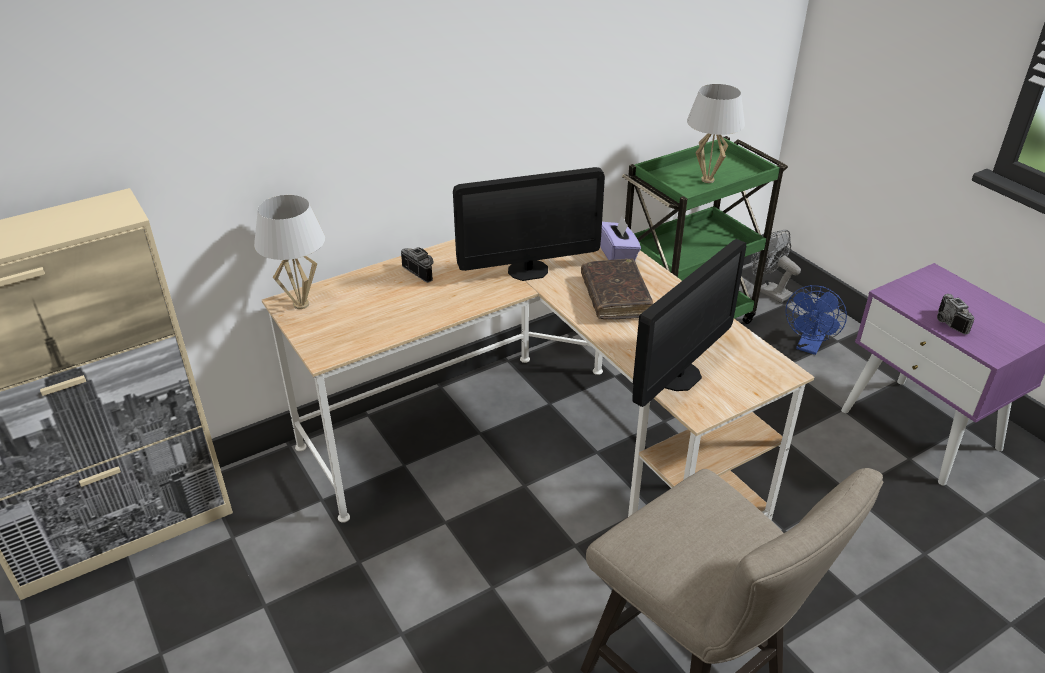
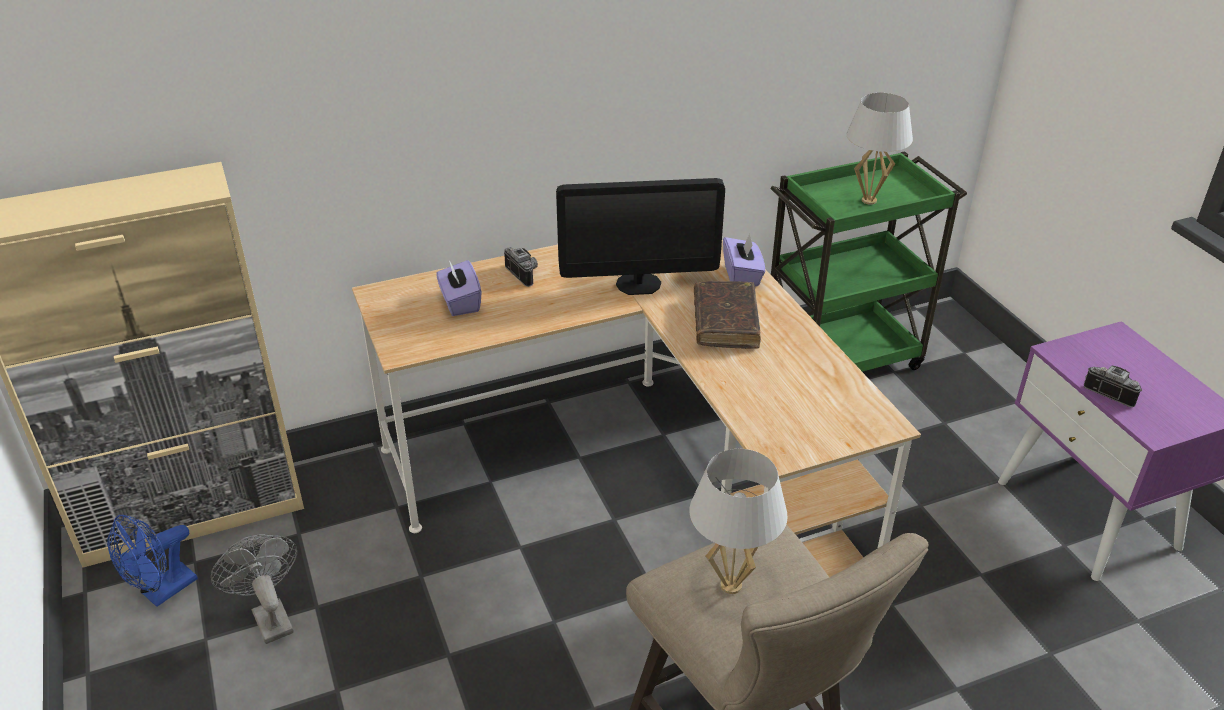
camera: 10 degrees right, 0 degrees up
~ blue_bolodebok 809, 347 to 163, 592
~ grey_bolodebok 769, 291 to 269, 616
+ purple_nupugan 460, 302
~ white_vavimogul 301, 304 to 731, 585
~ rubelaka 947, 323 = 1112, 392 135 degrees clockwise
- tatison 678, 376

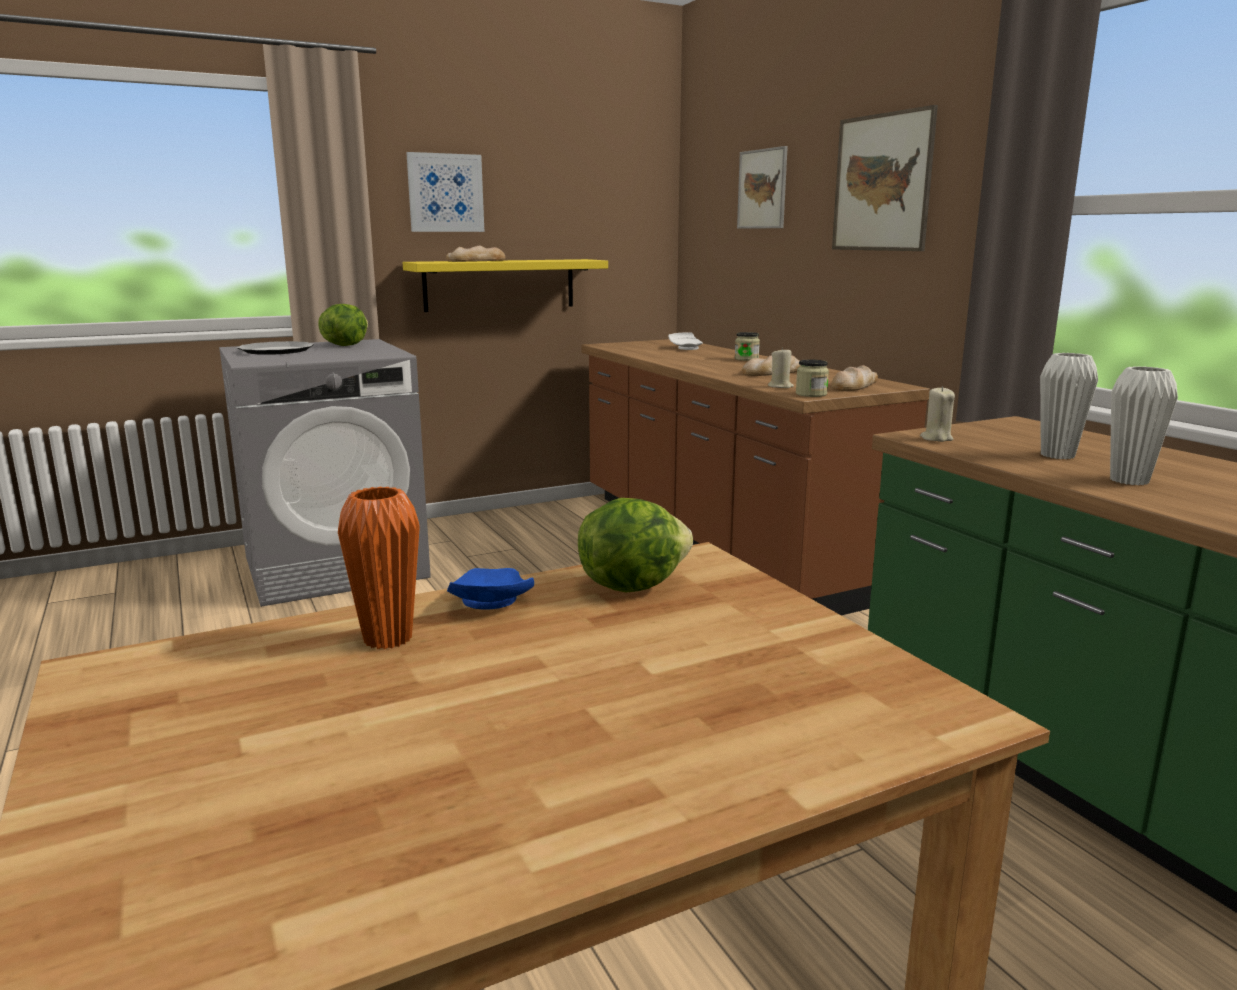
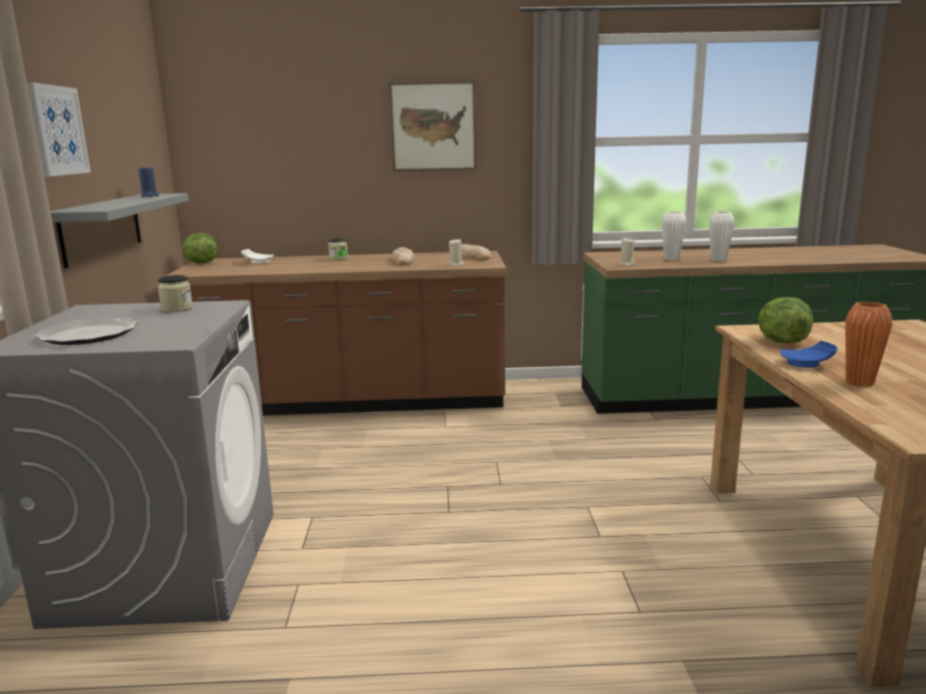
camera: 65 degrees left, 0 degrees up
~ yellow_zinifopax 500, 284 to grey_zinifopax 102, 228
+ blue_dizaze 150, 196
~ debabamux 811, 394 to 177, 309
~ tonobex 345, 345 to 201, 263
- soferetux 476, 261
- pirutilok 762, 189

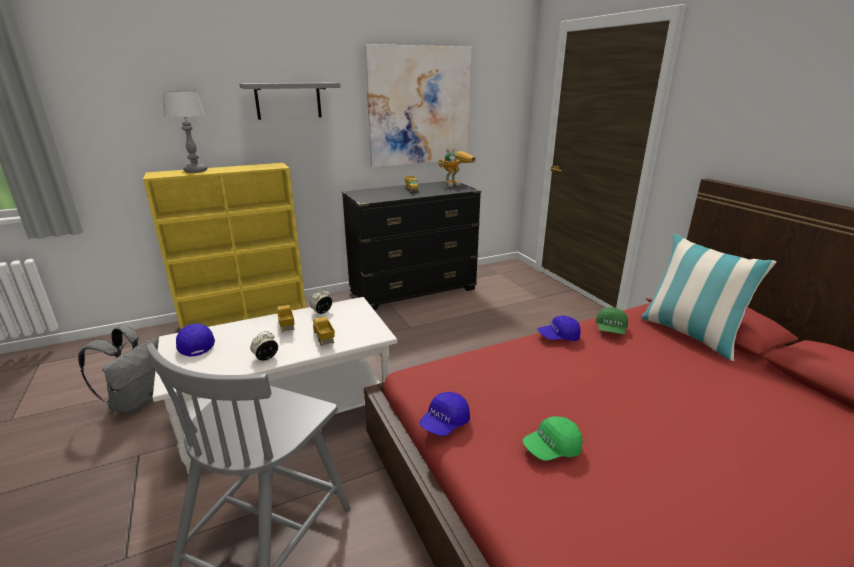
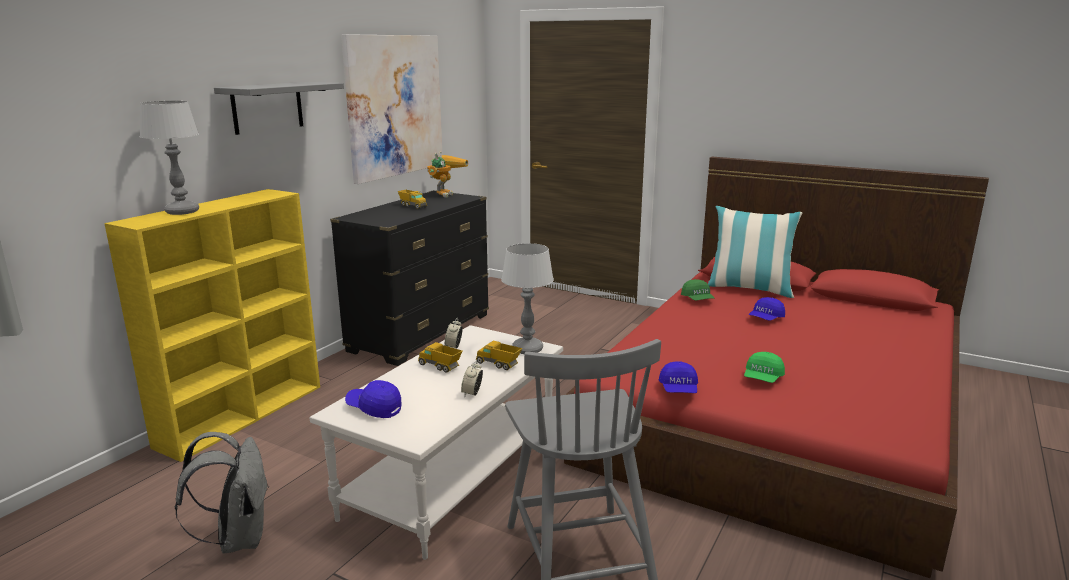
camera: 35 degrees left, 5 degrees down
+ vavimogul 527, 349
~ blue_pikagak 558, 337 to 765, 319

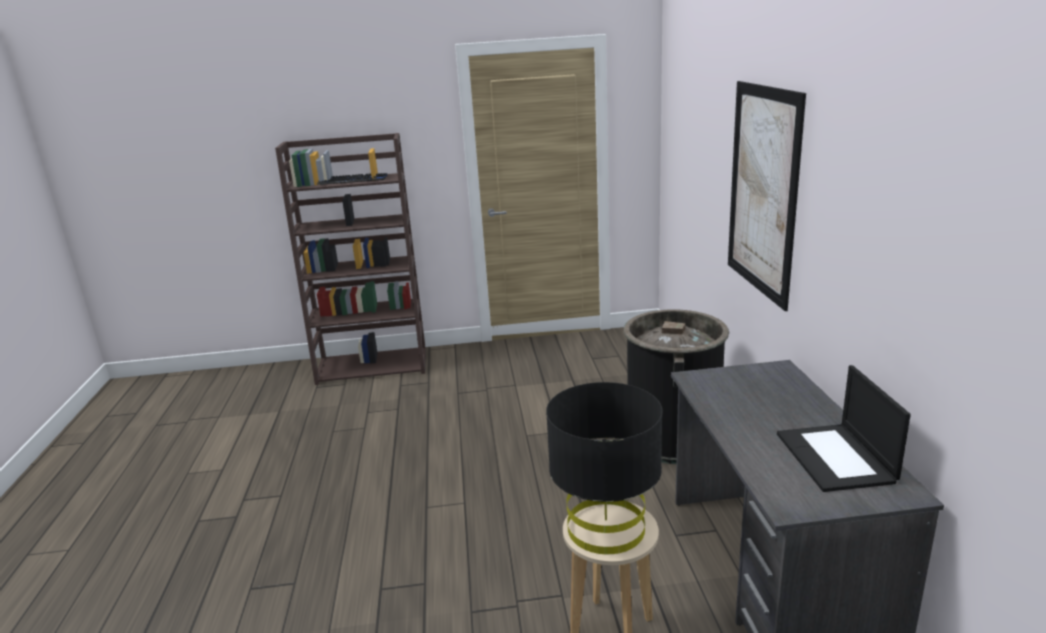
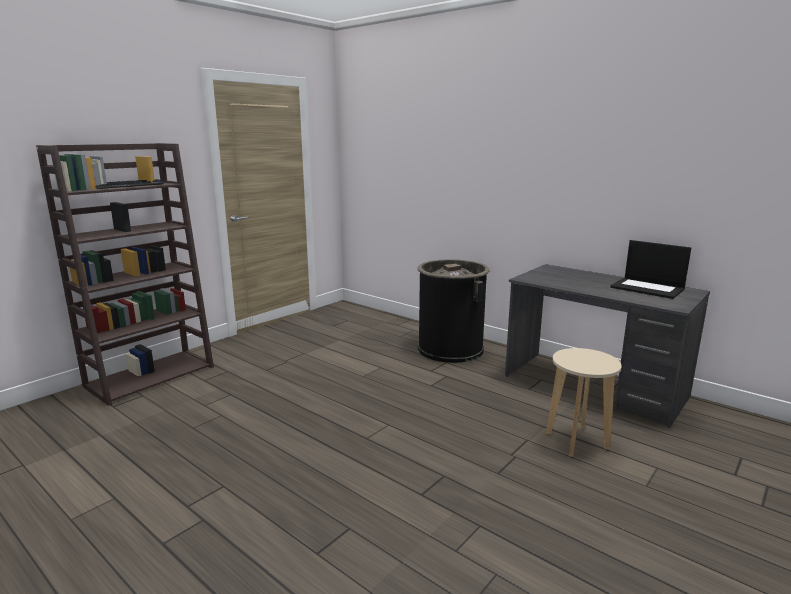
camera: 45 degrees left, 5 degrees down
- black_vavimogul 605, 528
- pirutilok 762, 191

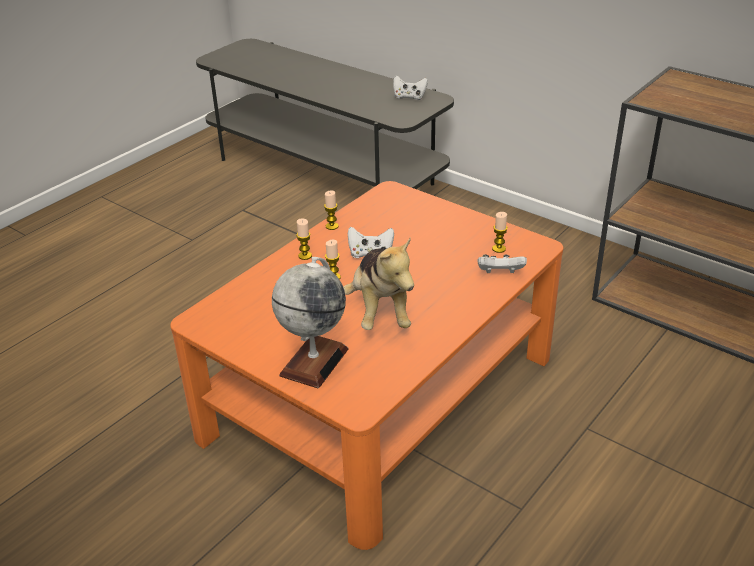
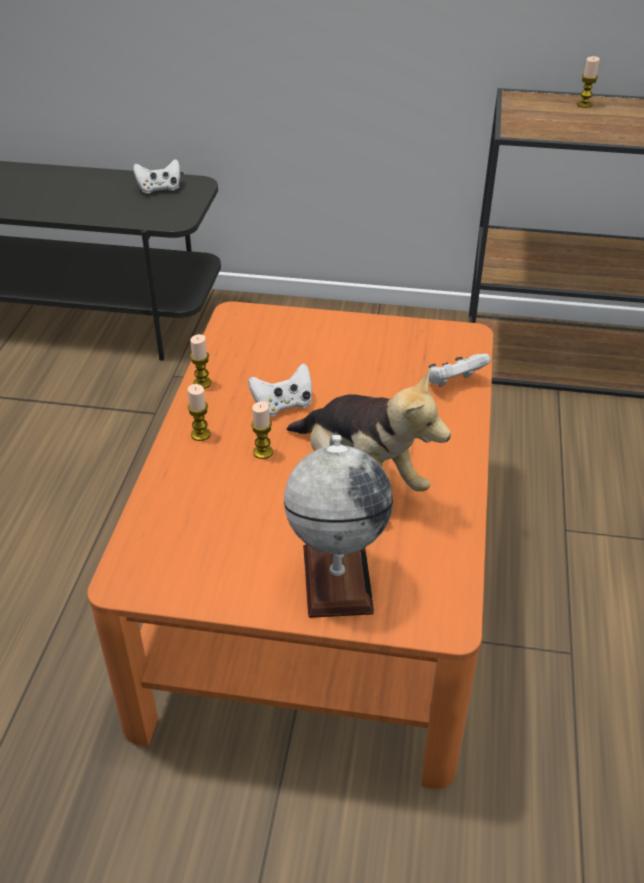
camera: 30 degrees left, 5 degrees up
~ dizaze 499, 249 to 584, 105

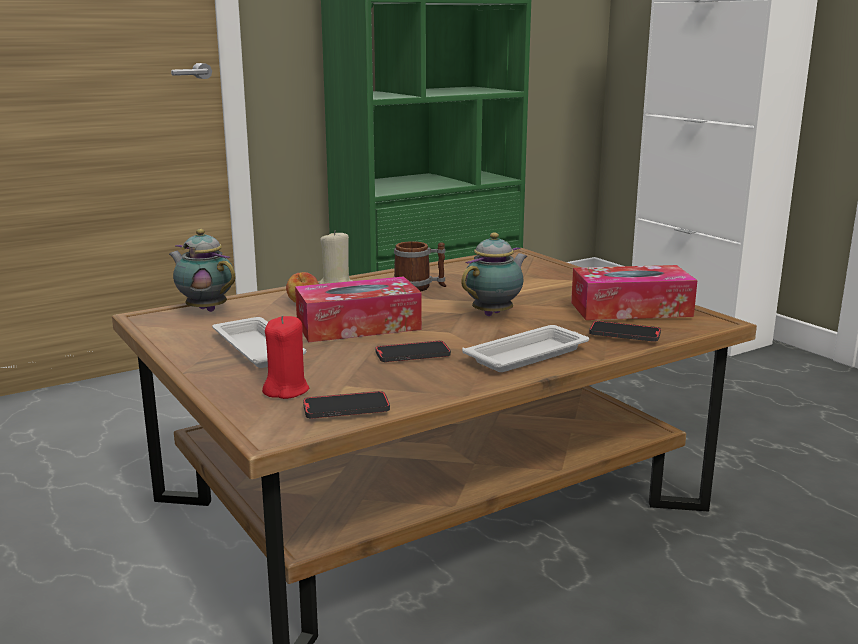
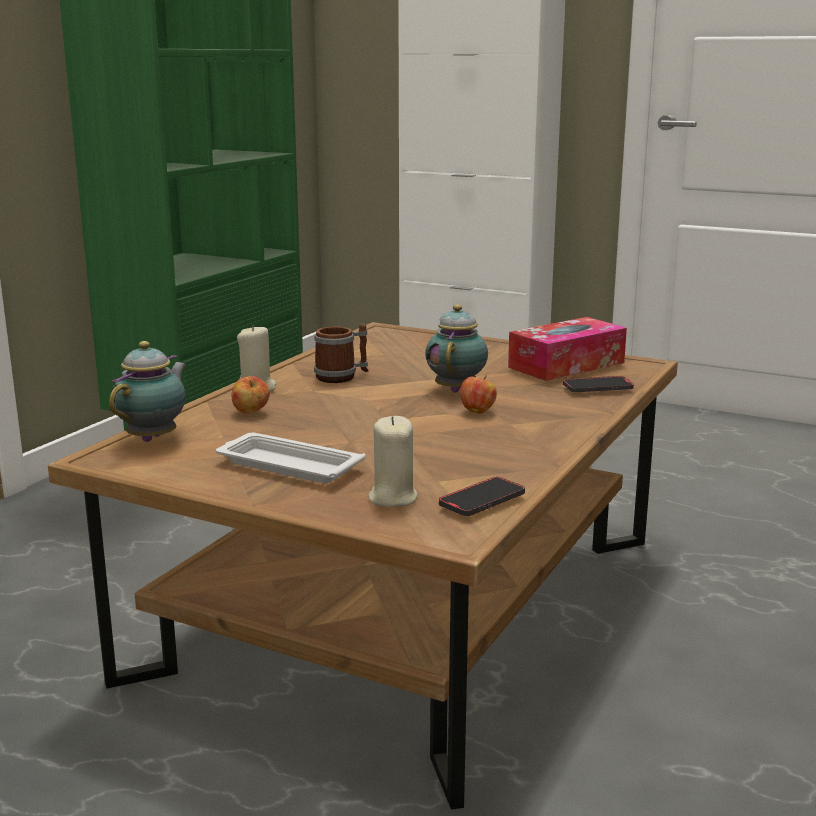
camera: 30 degrees left, 0 degrees up
~ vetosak 205, 309 = 155, 437 105 degrees clockwise
~ red_dizaze 286, 390 to beige_dizaze 392, 498
+ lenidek 477, 411
- nupugan 358, 326
- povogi 412, 355
- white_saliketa 528, 355

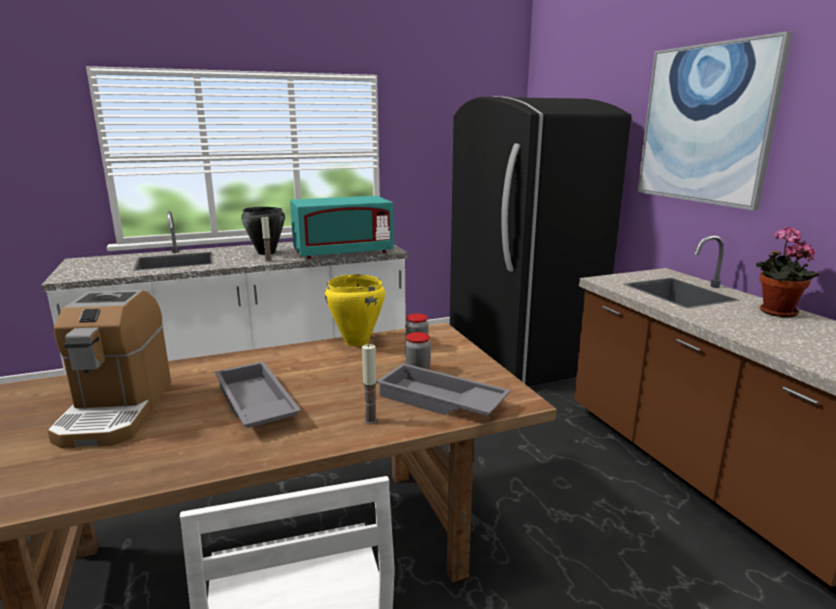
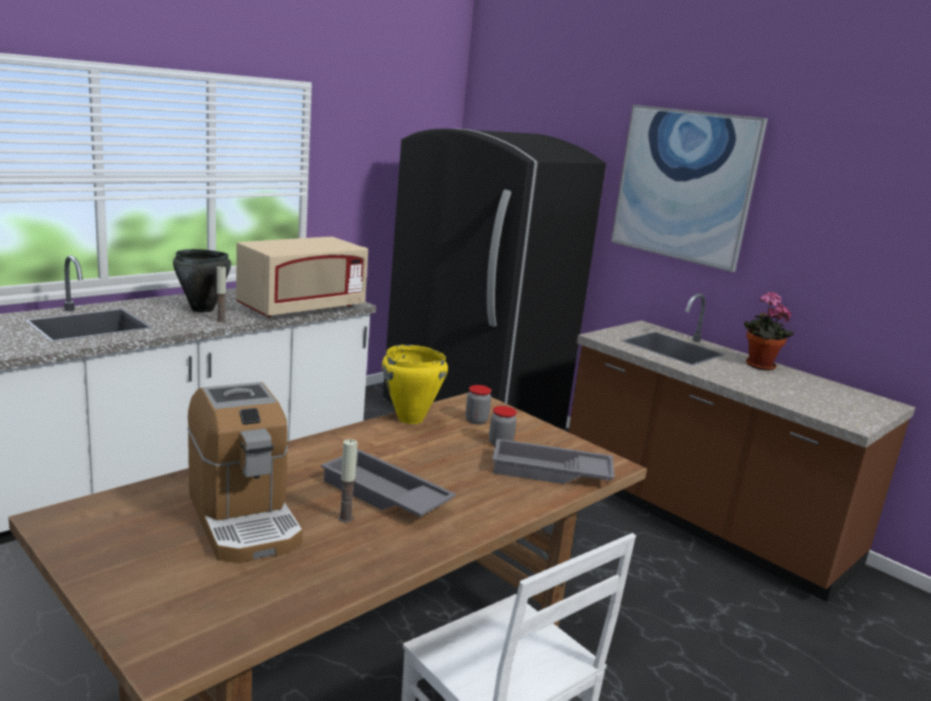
camera: 25 degrees left, 0 degrees up
~ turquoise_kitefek 343, 253 to beige_kitefek 301, 308
~ dizaze 370, 420 to 345, 518

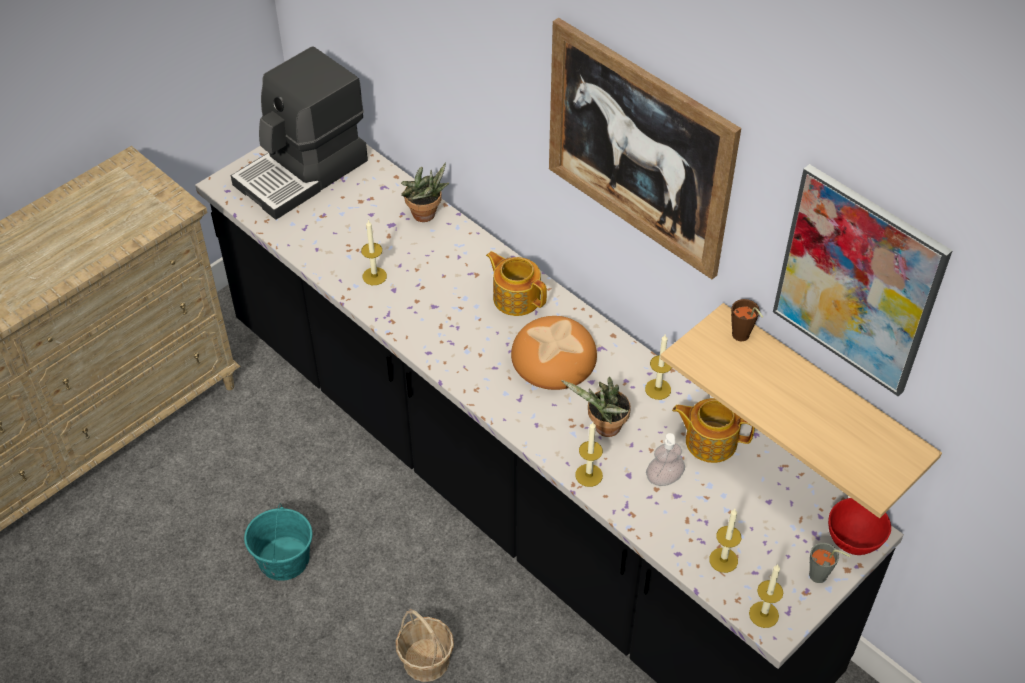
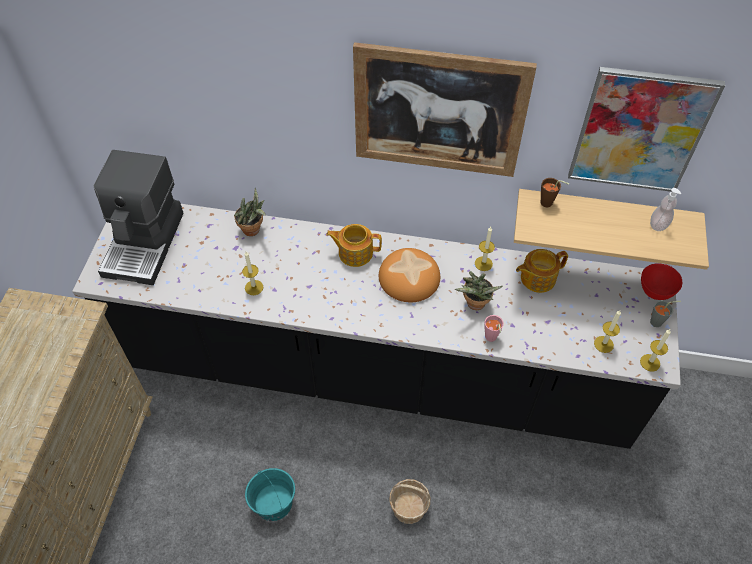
camera: 35 degrees left, 5 degrees up
~ dizaze 589, 475 to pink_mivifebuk 491, 339
~ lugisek 664, 478 to 658, 224

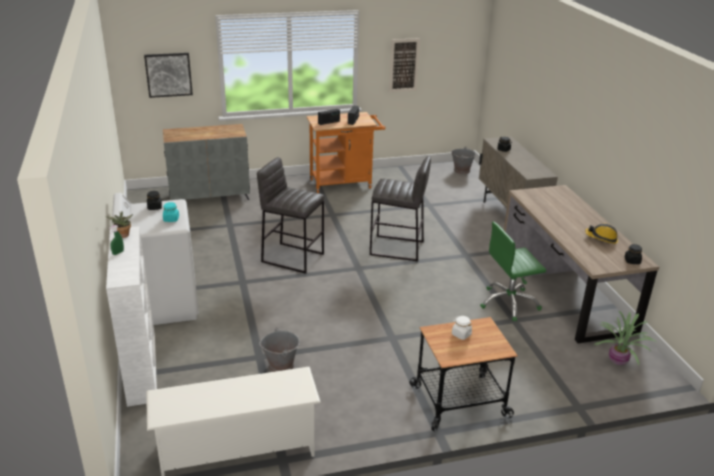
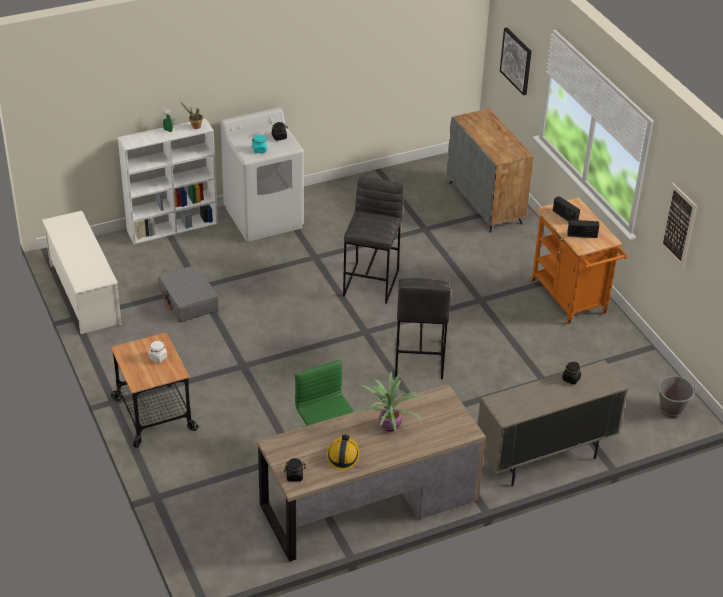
camera: 80 degrees right, 10 degrees up
~ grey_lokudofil 281, 365 to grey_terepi 188, 301
~ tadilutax 617, 362 to 388, 426

